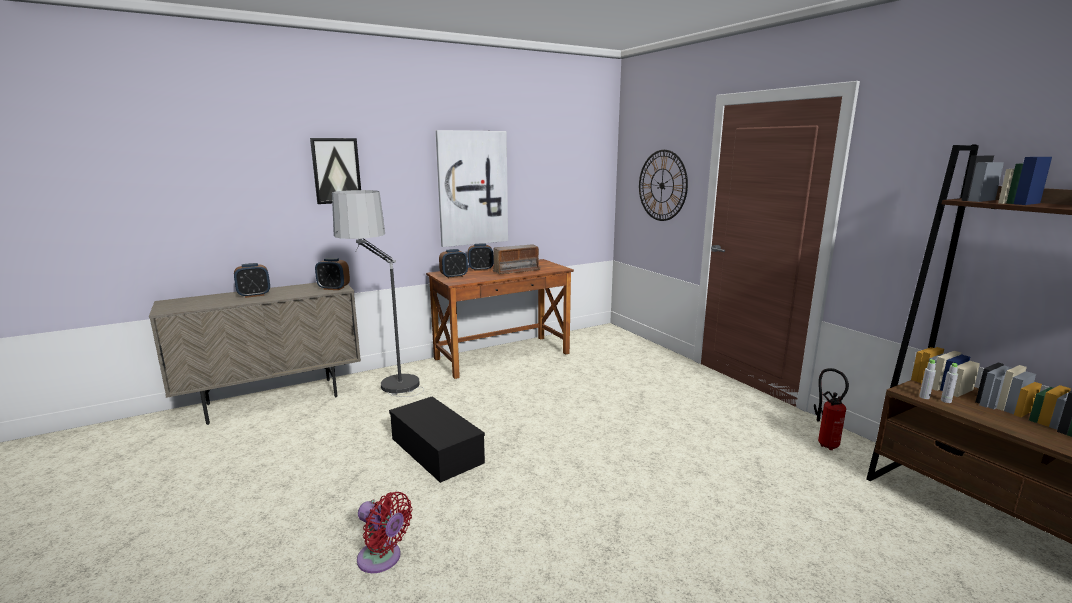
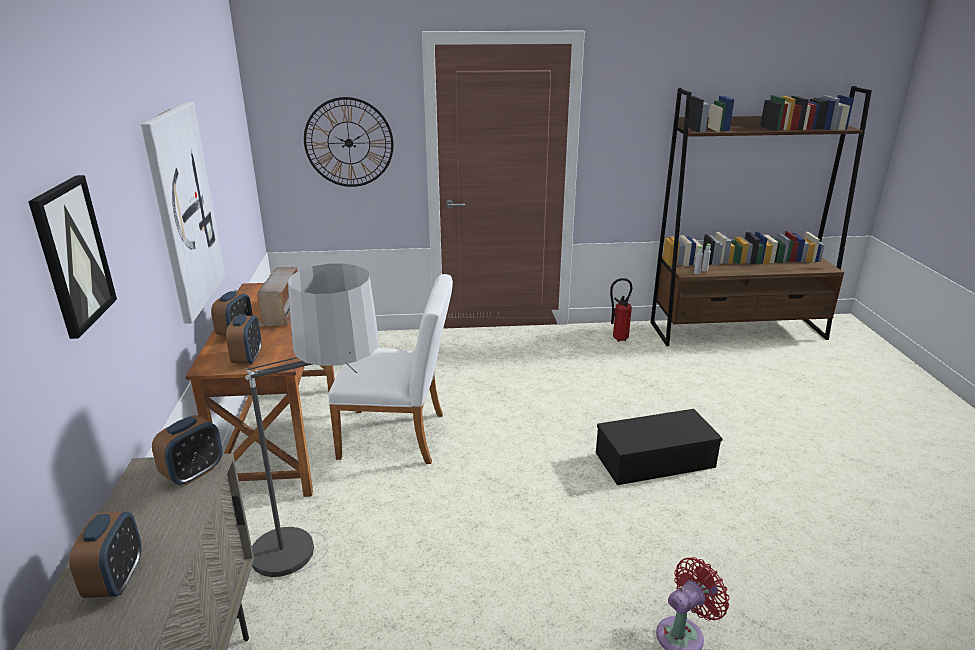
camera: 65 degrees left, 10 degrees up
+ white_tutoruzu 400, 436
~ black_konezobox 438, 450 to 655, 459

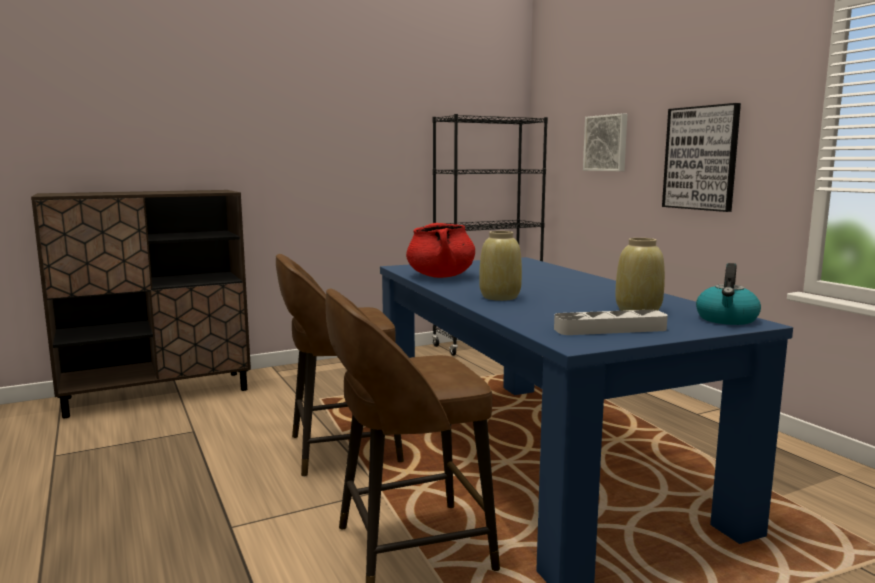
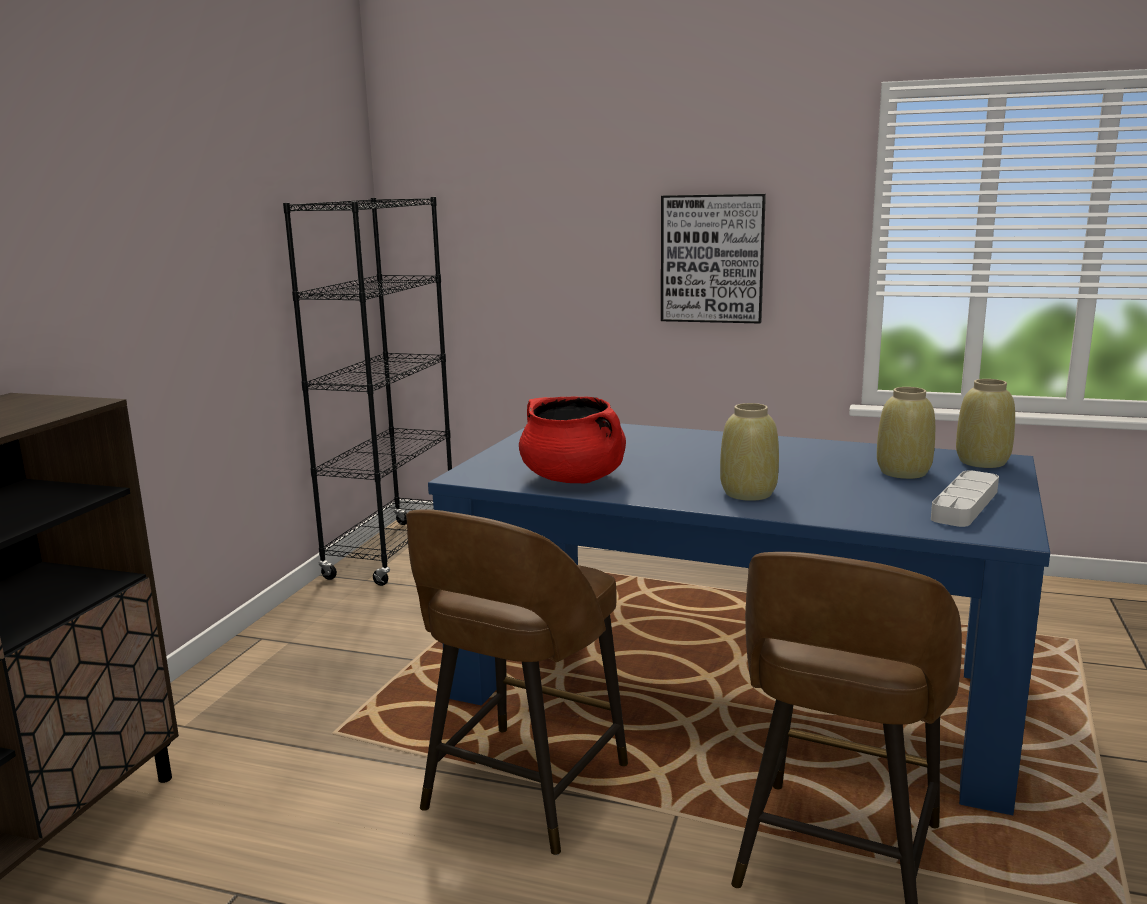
camera: 45 degrees left, 5 degrees up
~ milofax 727, 319 to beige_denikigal 982, 462
- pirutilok 606, 143

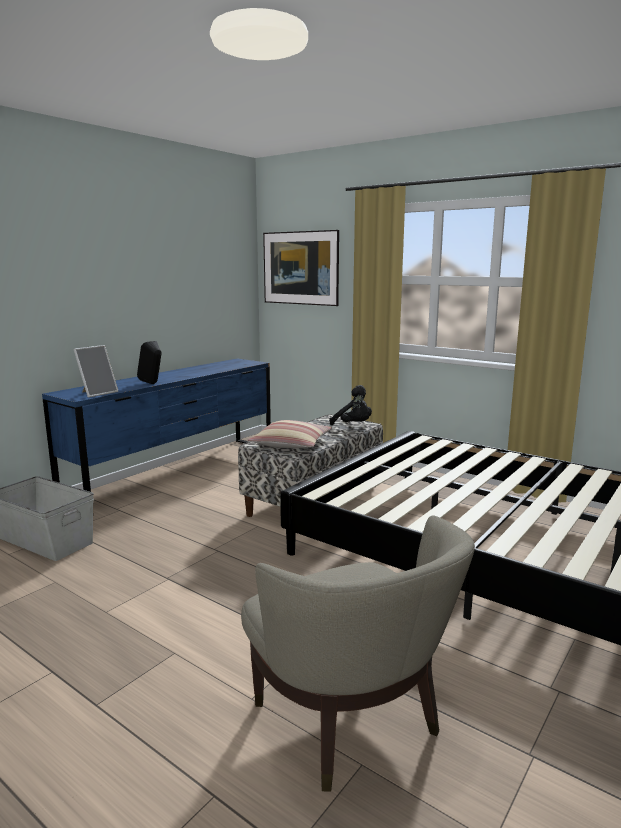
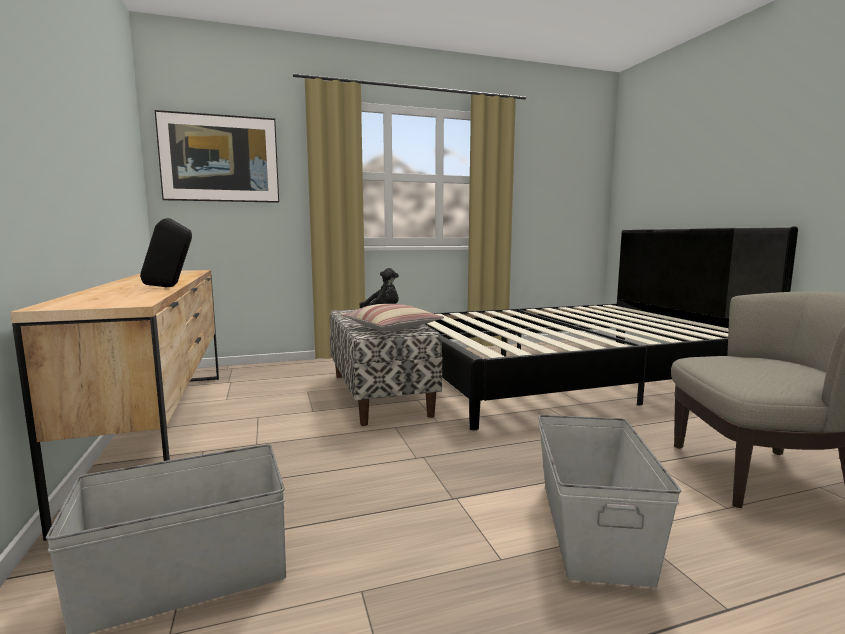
camera: 55 degrees left, 5 degrees down
~ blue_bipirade 177, 472 to brown_bipirade 164, 429
+ grey_konezobox 591, 528
- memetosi 97, 393

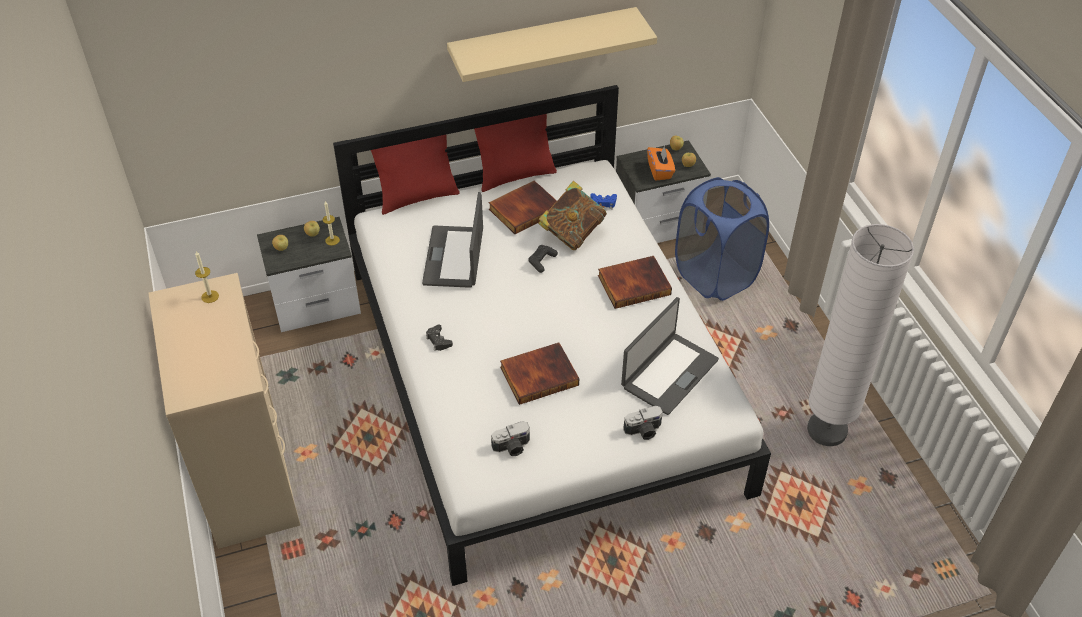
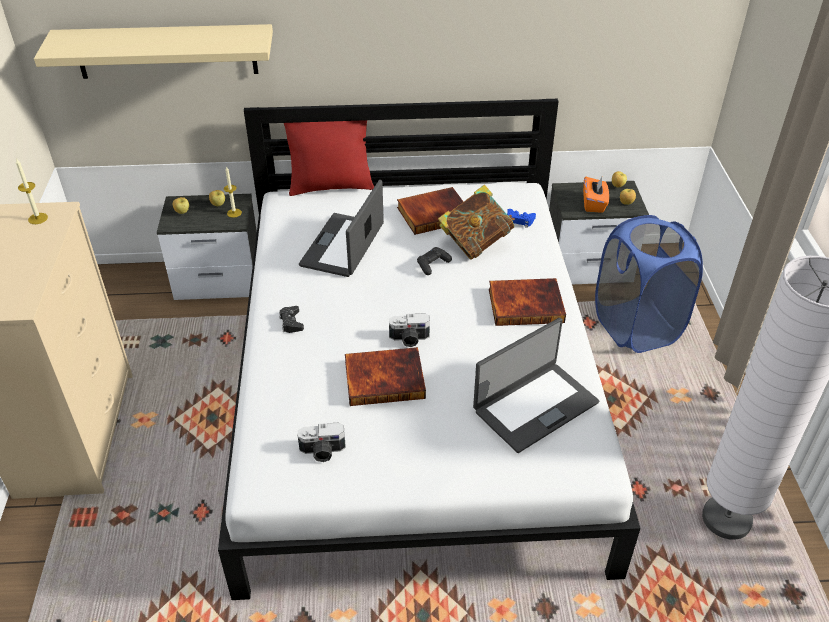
camera: 15 degrees right, 5 degrees down
~ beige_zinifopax 543, 44 to 166, 51
~ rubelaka 644, 431 to 409, 339
- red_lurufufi 515, 175

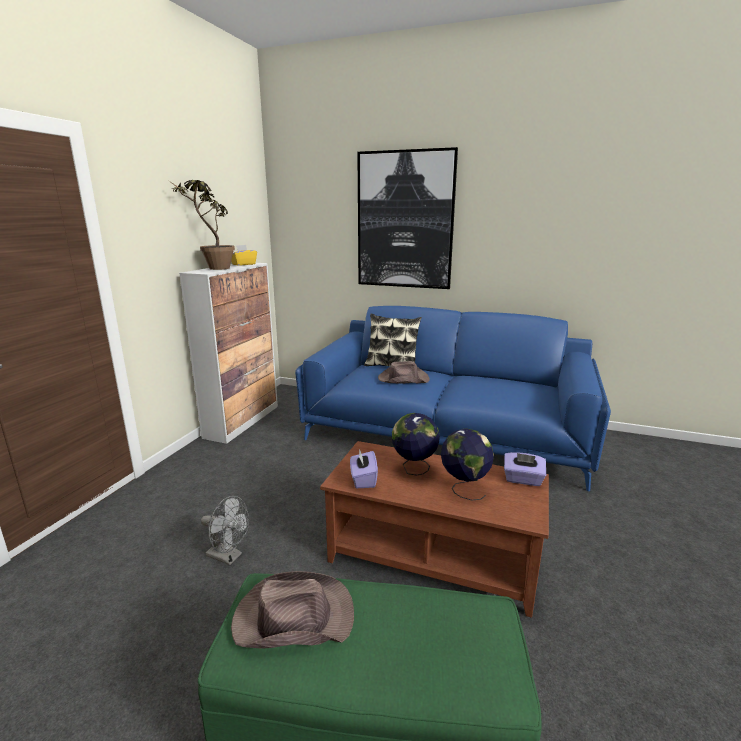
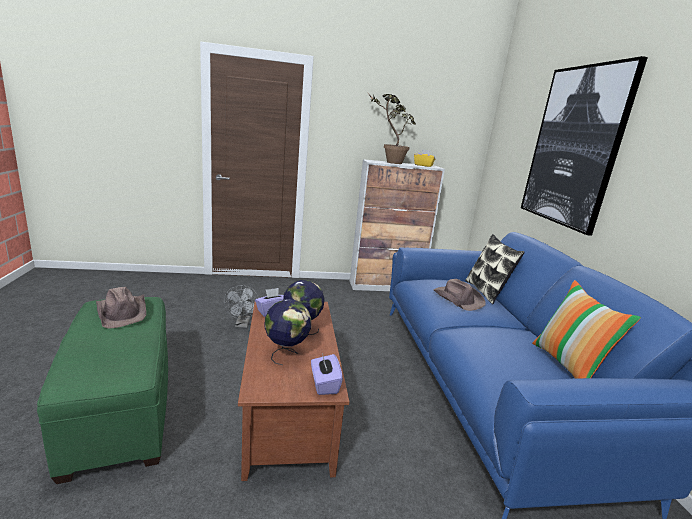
camera: 60 degrees right, 0 degrees up
+ lurufufi 568, 365

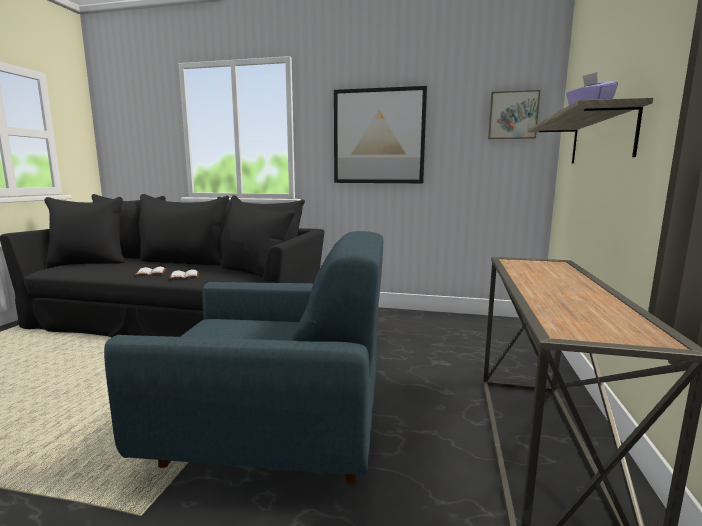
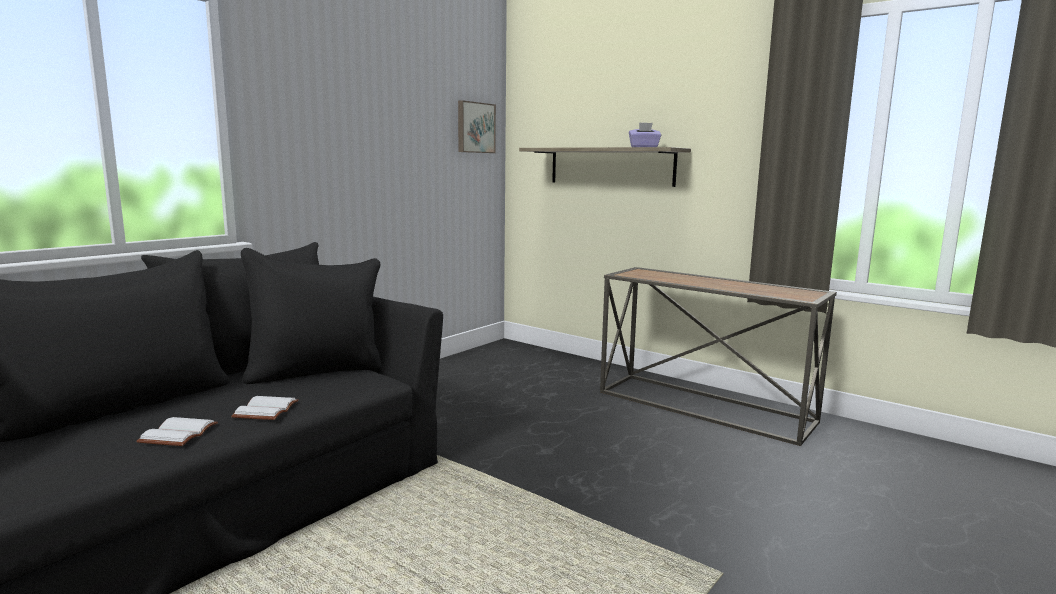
camera: 65 degrees left, 0 degrees up
- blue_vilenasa 275, 434
- pirutilok 379, 137

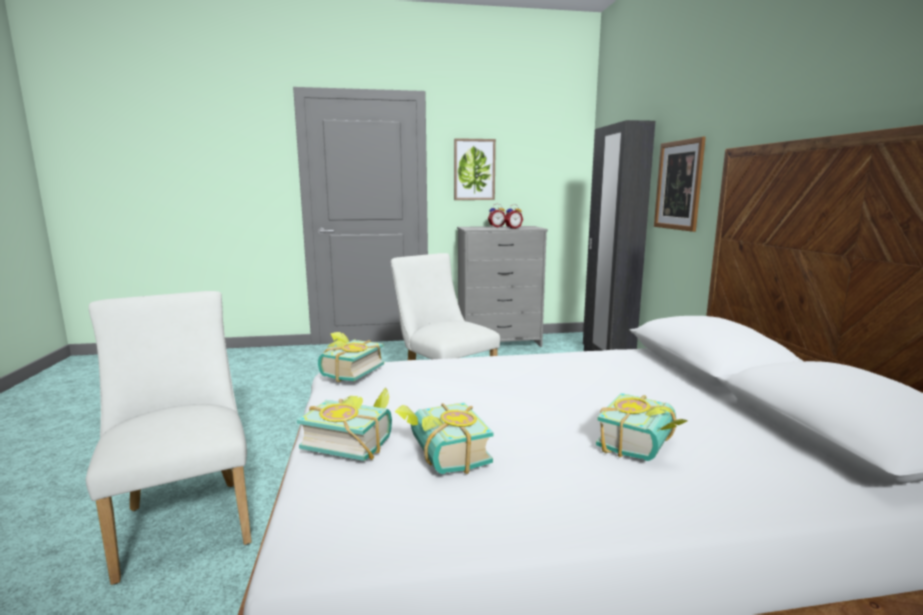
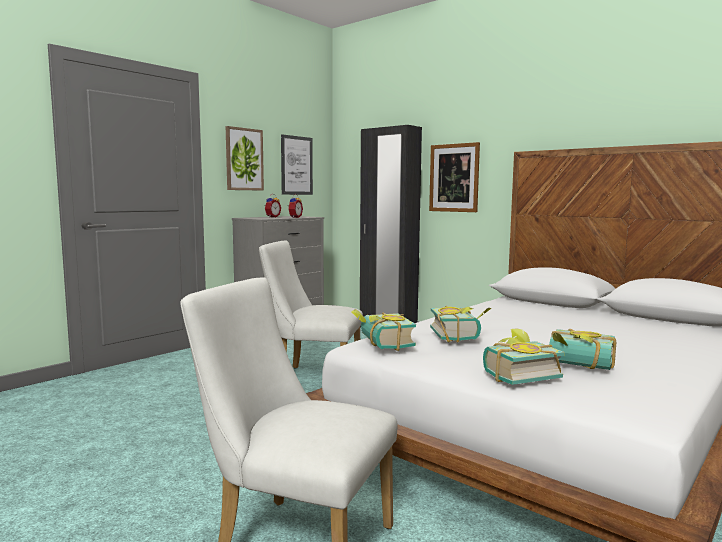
camera: 40 degrees left, 5 degrees down
+ pirutilok 296, 165
~ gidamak 644, 446 to 460, 336

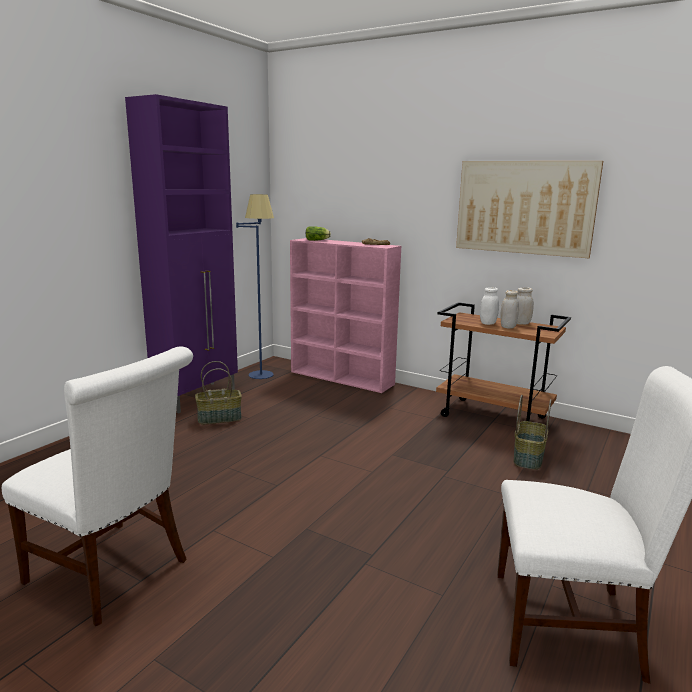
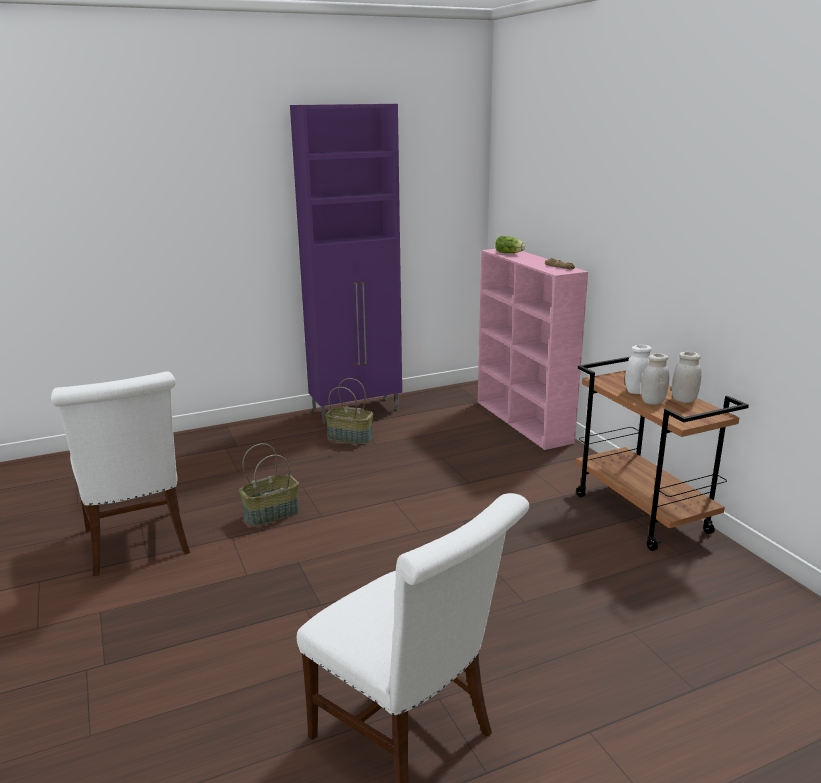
camera: 35 degrees right, 5 degrees up
~ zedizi 527, 457 to 271, 514
- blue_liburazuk 261, 371
- pirutilok 524, 207

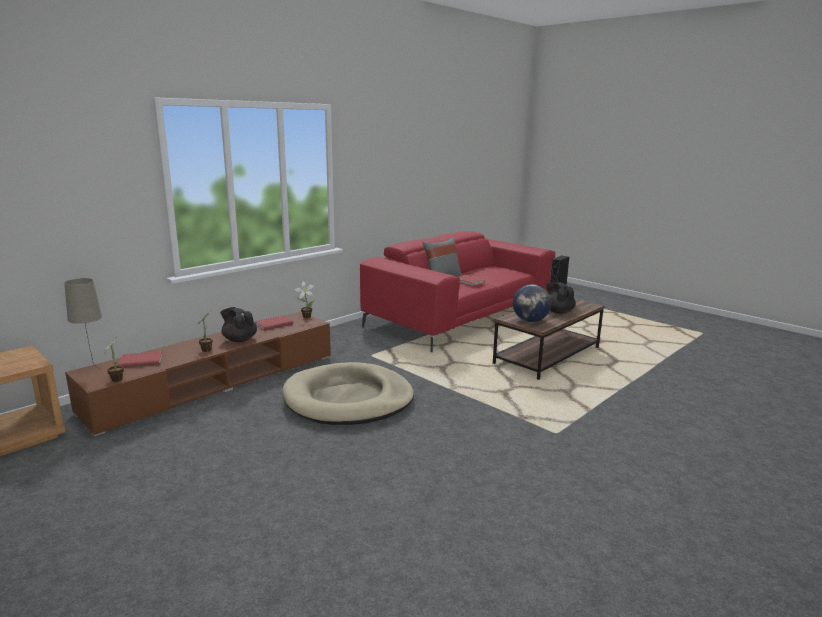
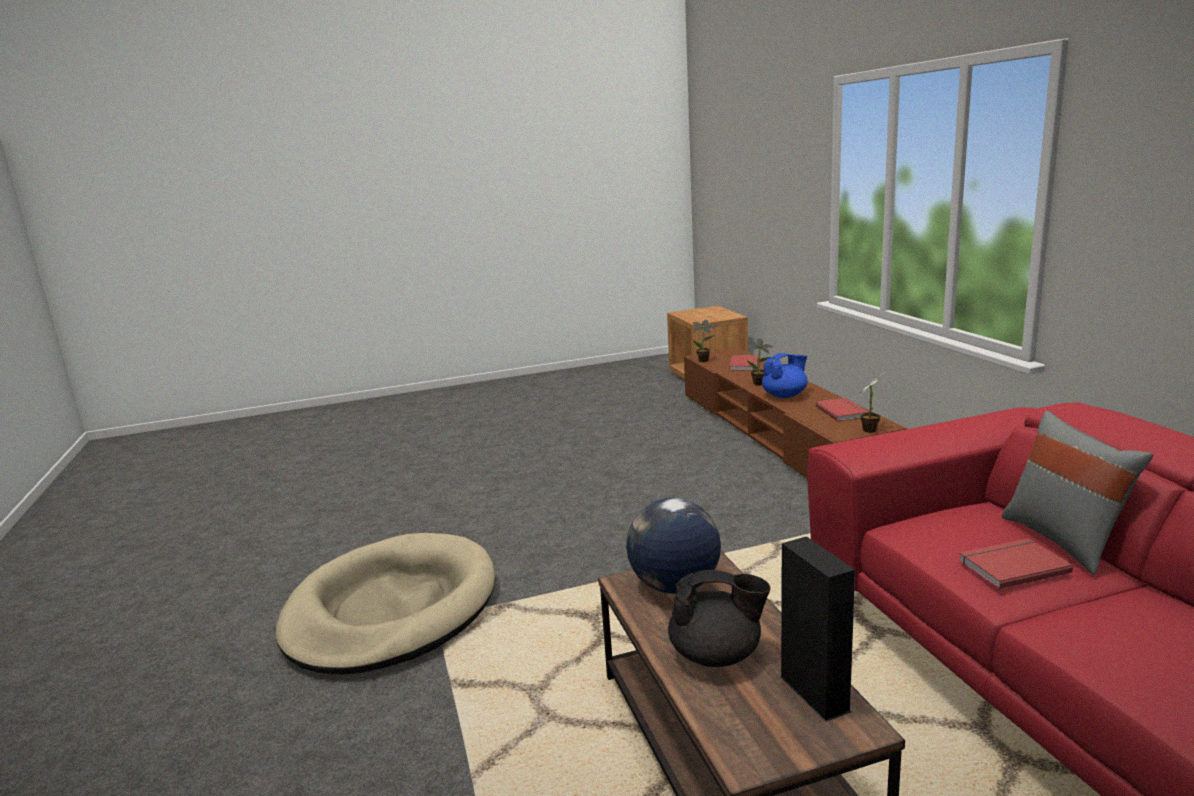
camera: 120 degrees right, 0 degrees up
~ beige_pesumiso 348, 399 to 391, 609
~ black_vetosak 239, 340 to blue_vetosak 785, 395
- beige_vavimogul 93, 368

